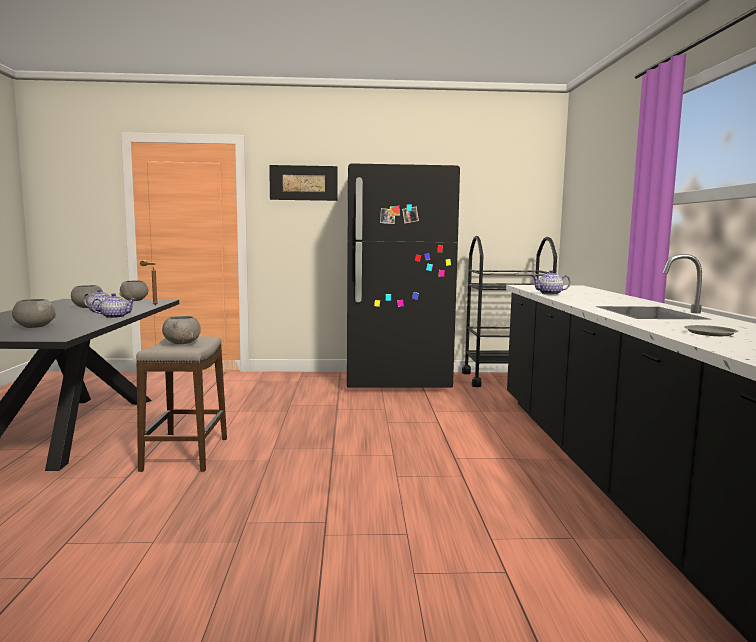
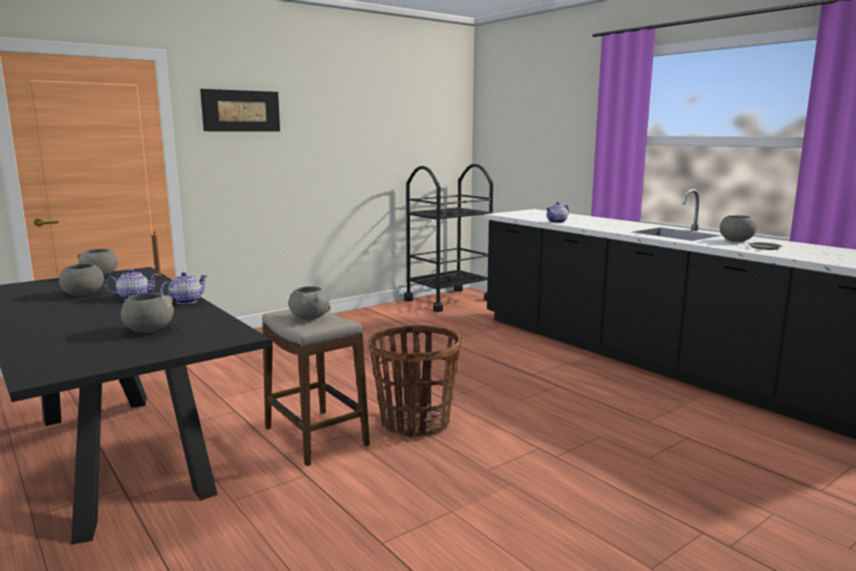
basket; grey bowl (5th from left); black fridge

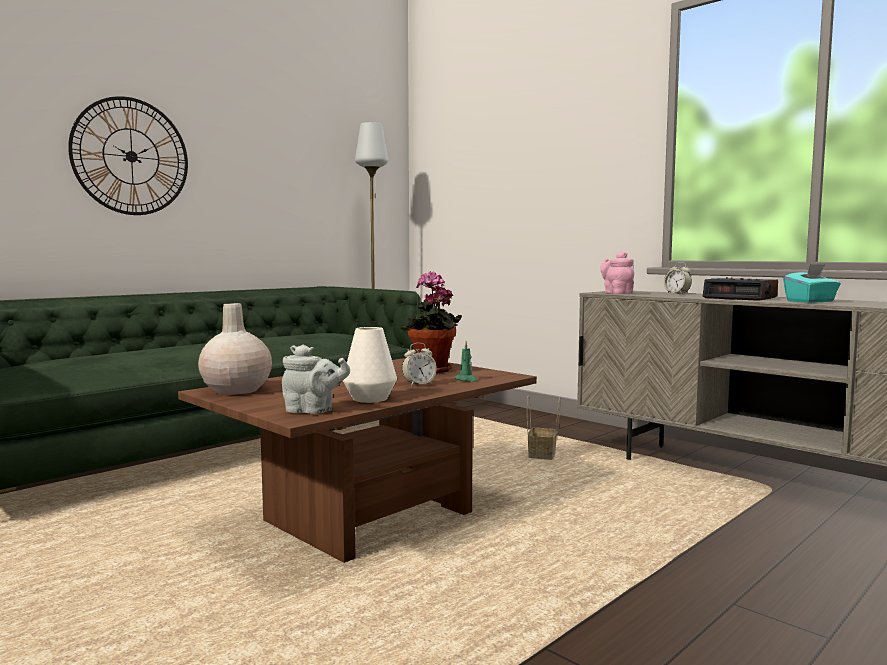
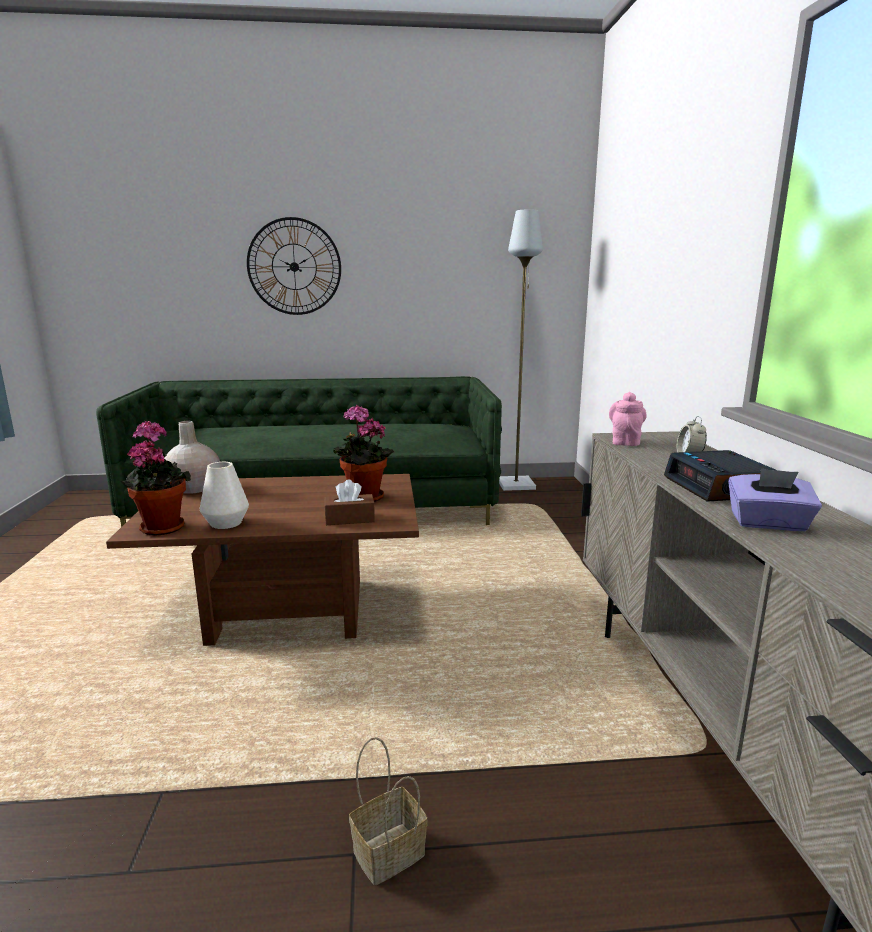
potted plant (1st from left); brown tissue box; basket; purple tissue box; alarm clock (1st from left in the first image)

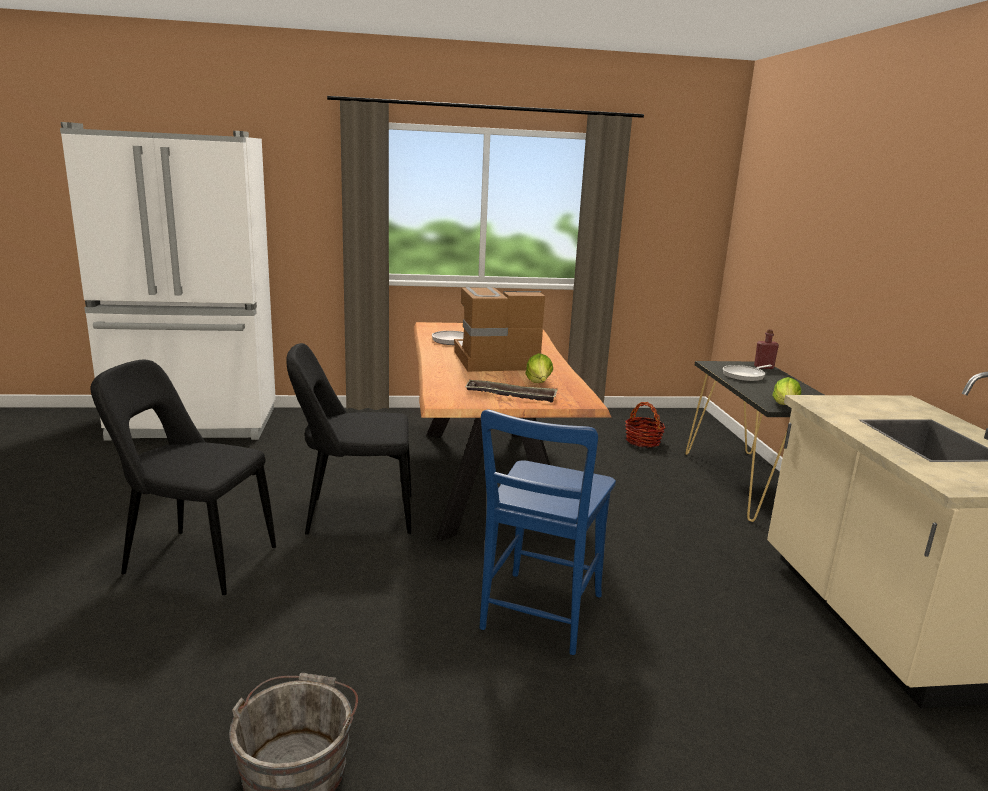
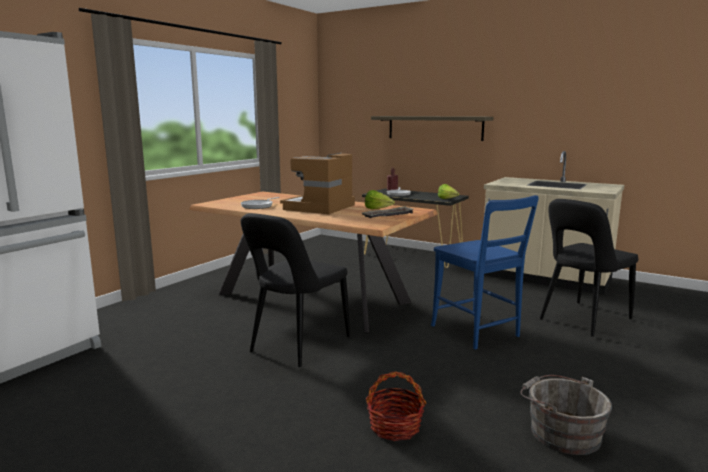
basket; shelf; black chair (2nd from left)

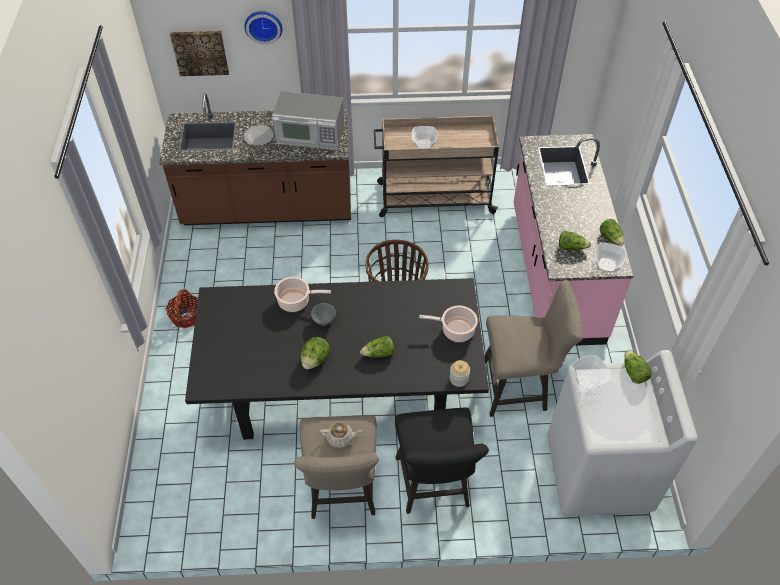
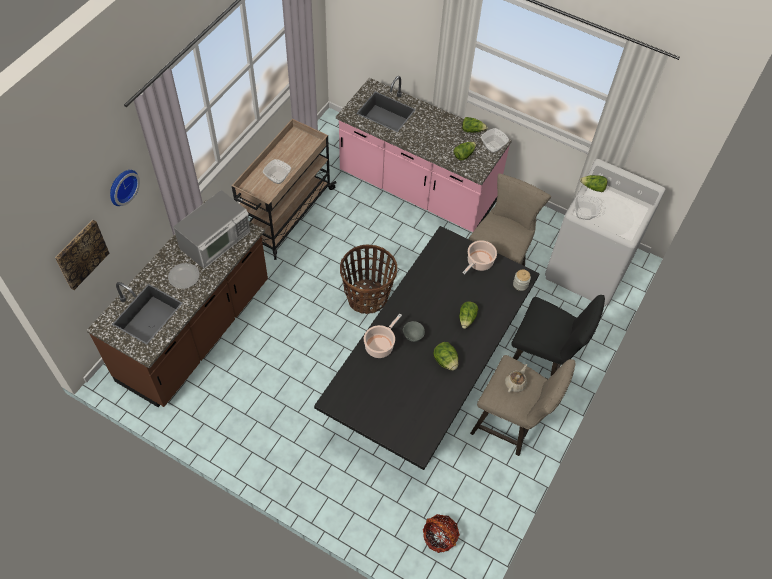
basket (2nd from left)

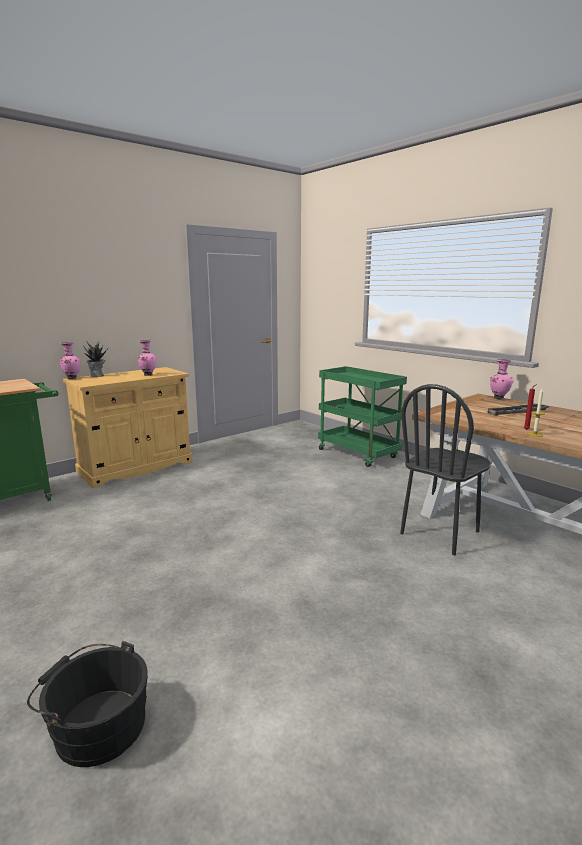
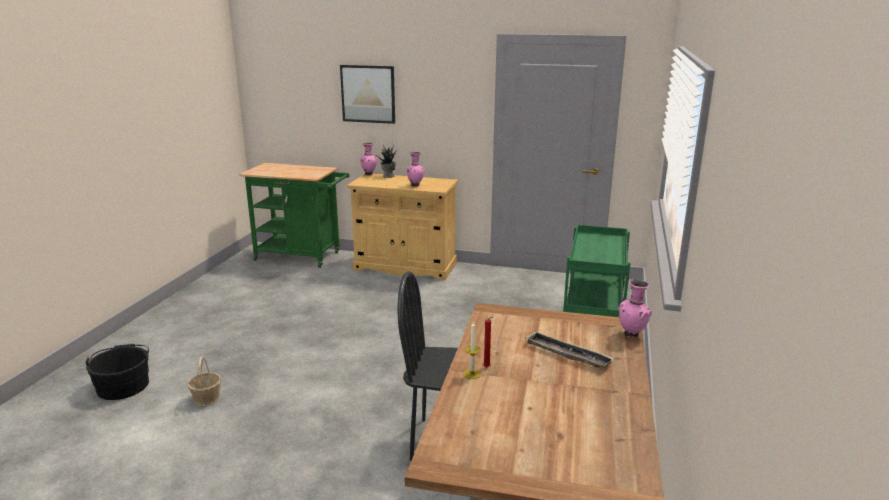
basket; picture

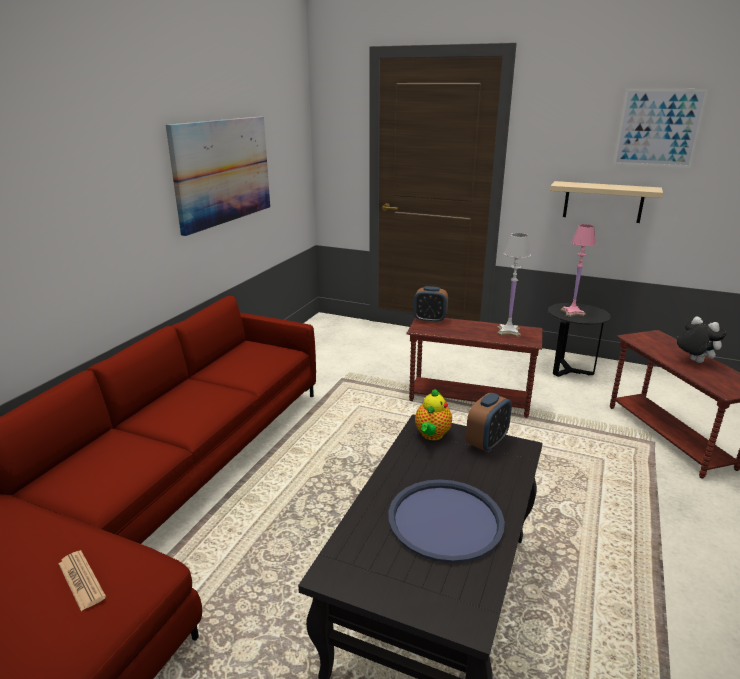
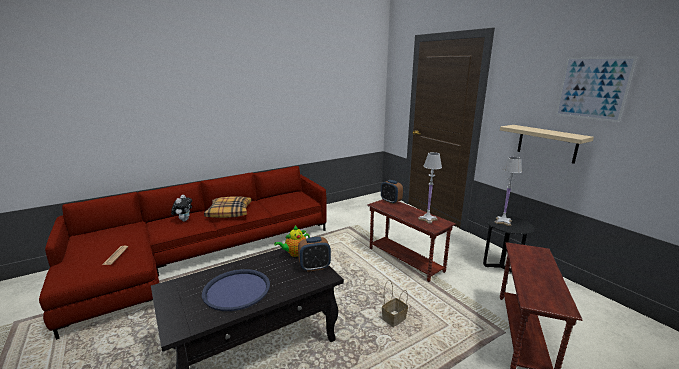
plush toy; pillow; basket; white table lamp (2nd from left); picture (1st from left in the first image)

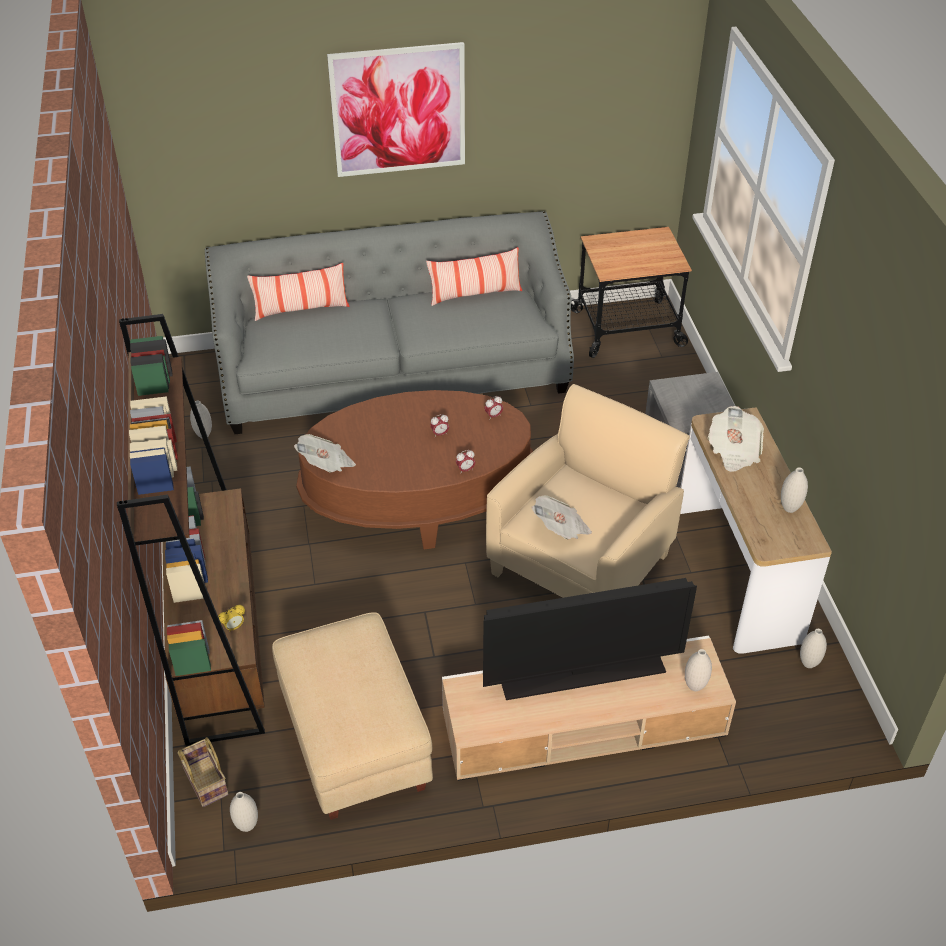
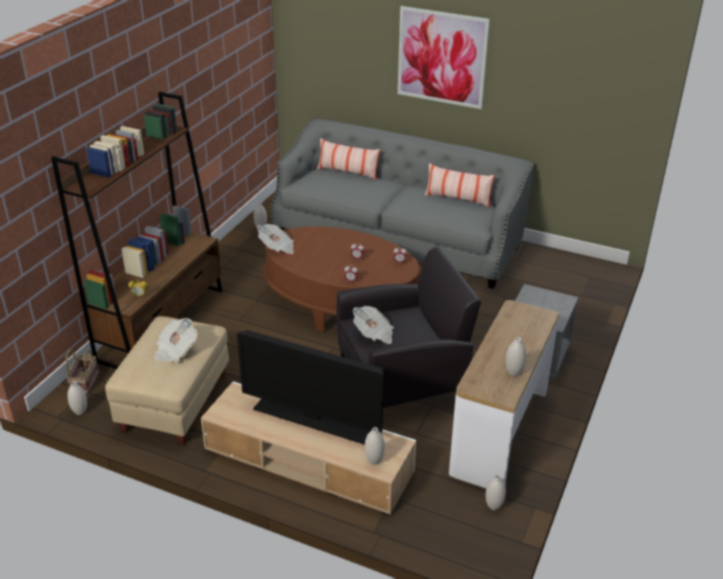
newspaper (1st from left); black armchair; cart

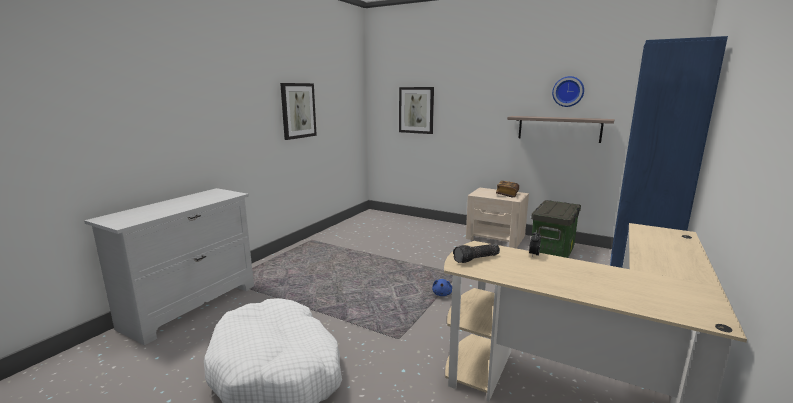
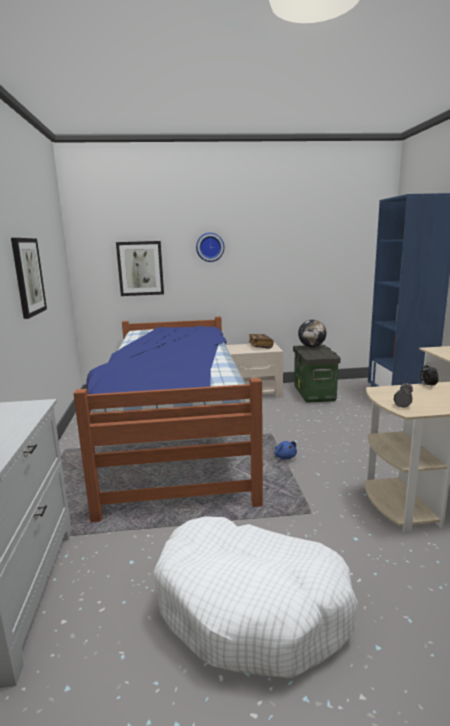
bed; wall clock; globe; shelf

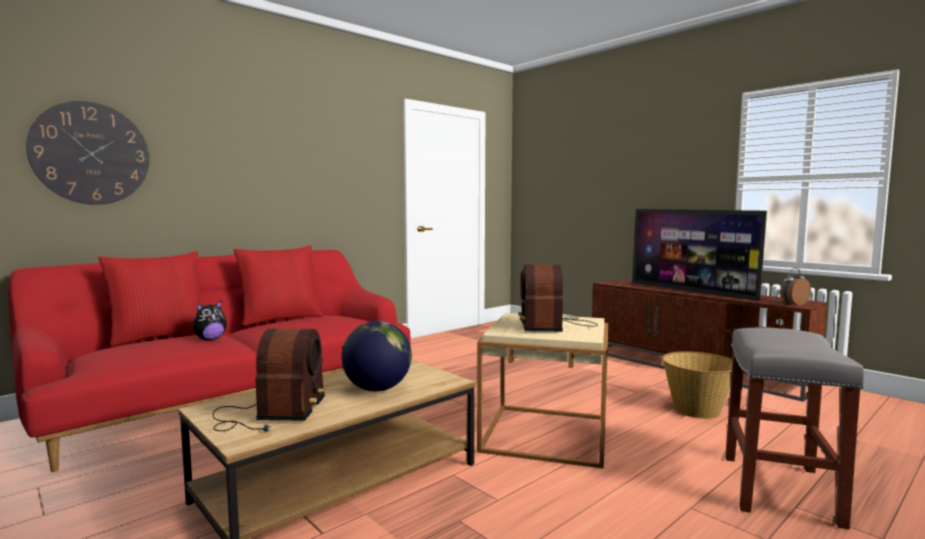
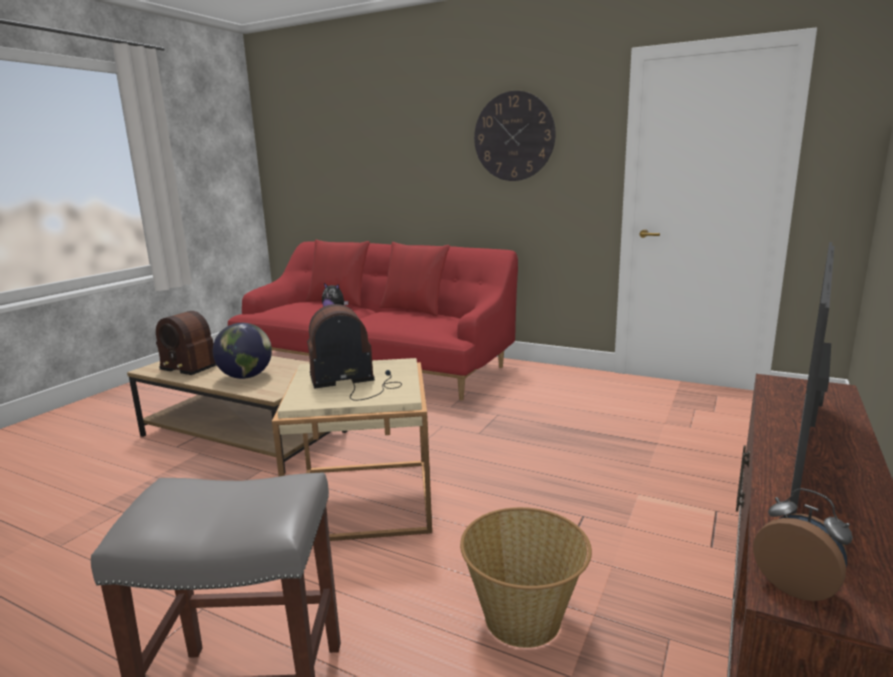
radio (1st from left); wall clock

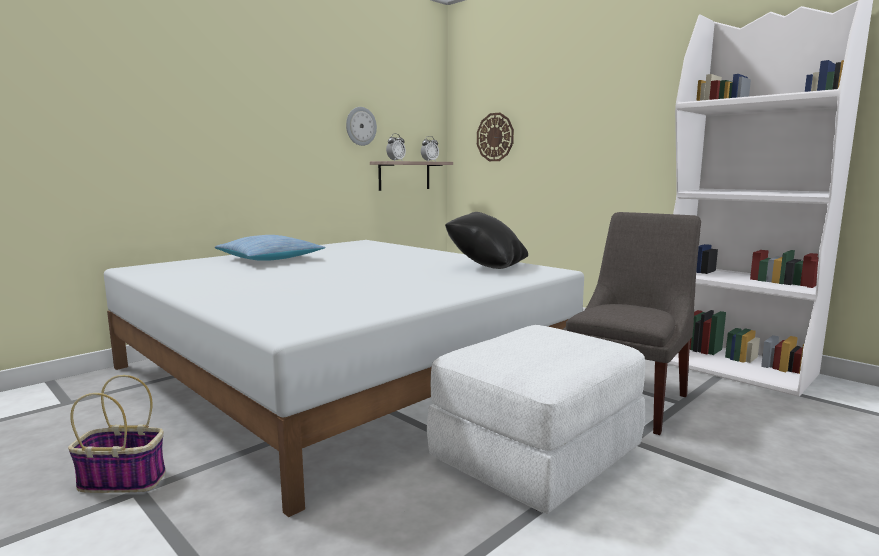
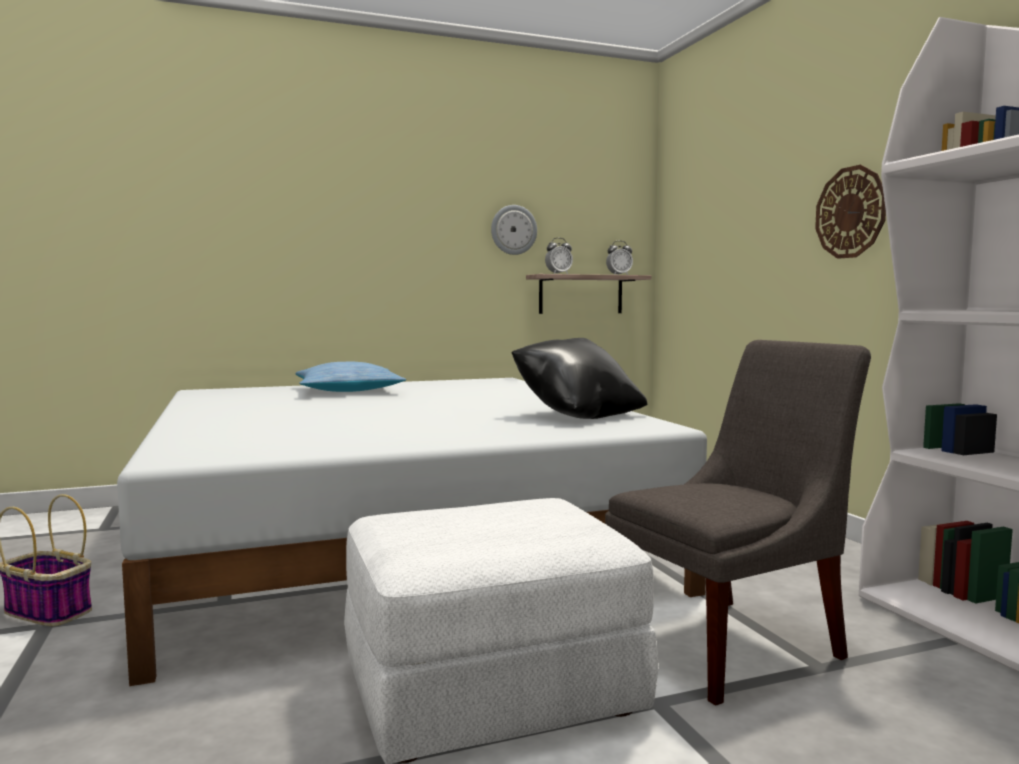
wall clock (2nd from left)

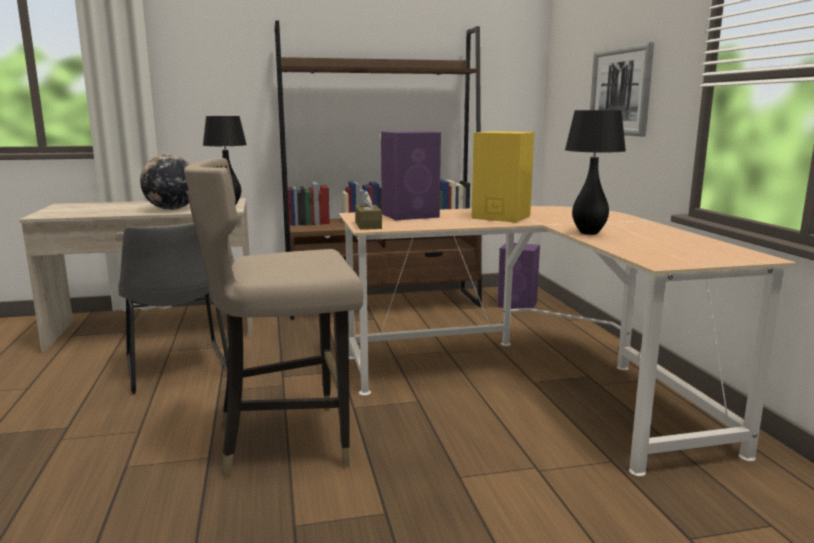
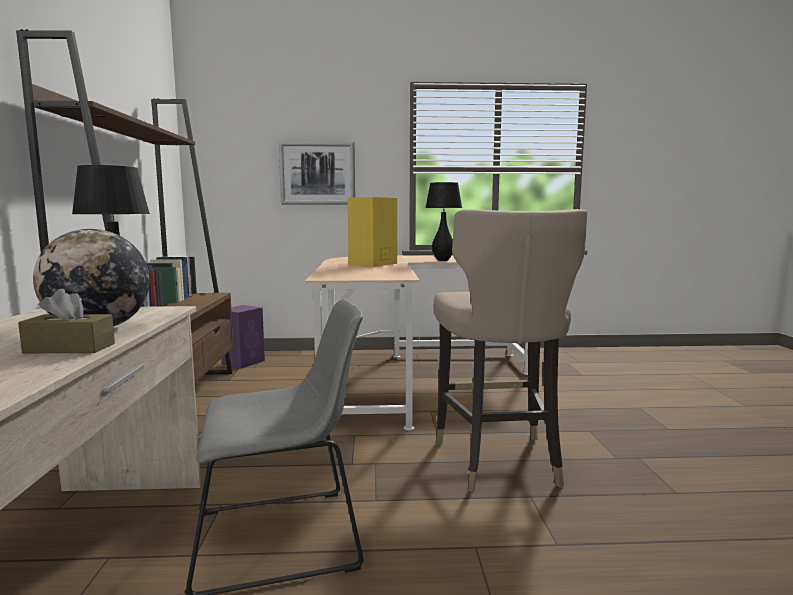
brown tissue box; purple speaker (1st from left in the first image)

